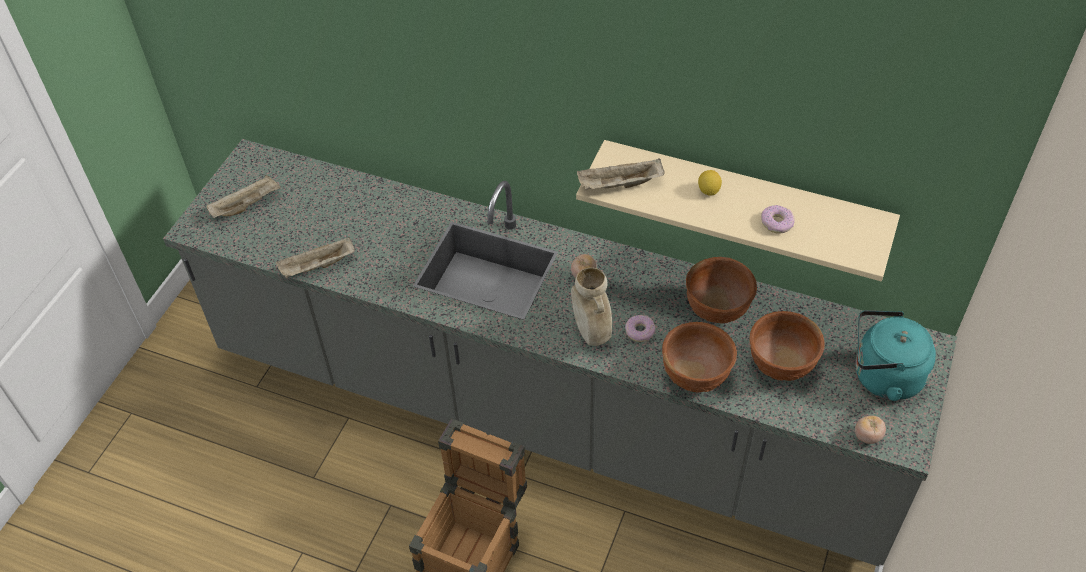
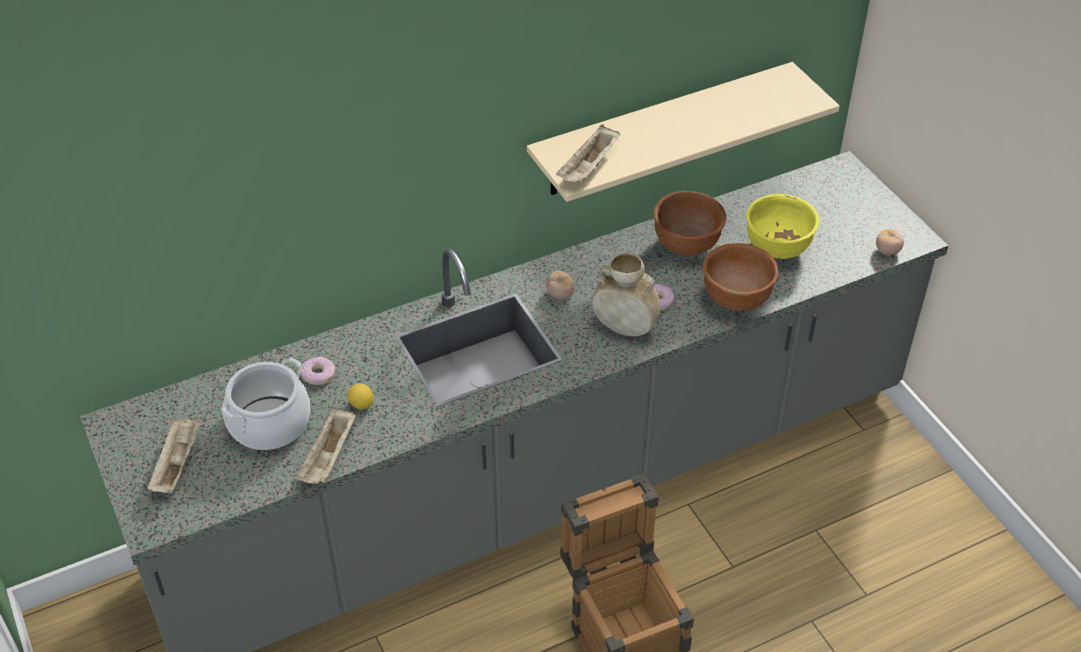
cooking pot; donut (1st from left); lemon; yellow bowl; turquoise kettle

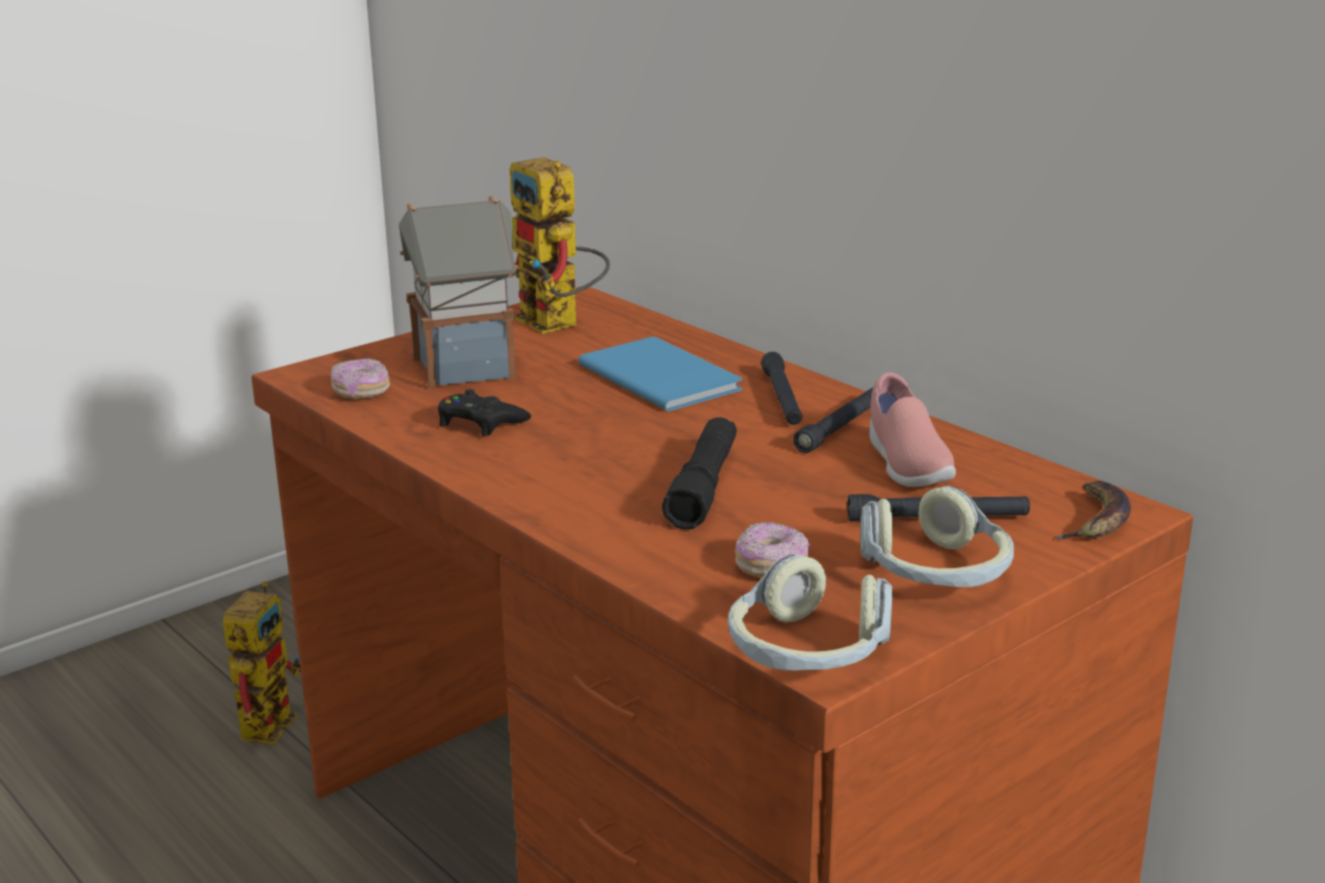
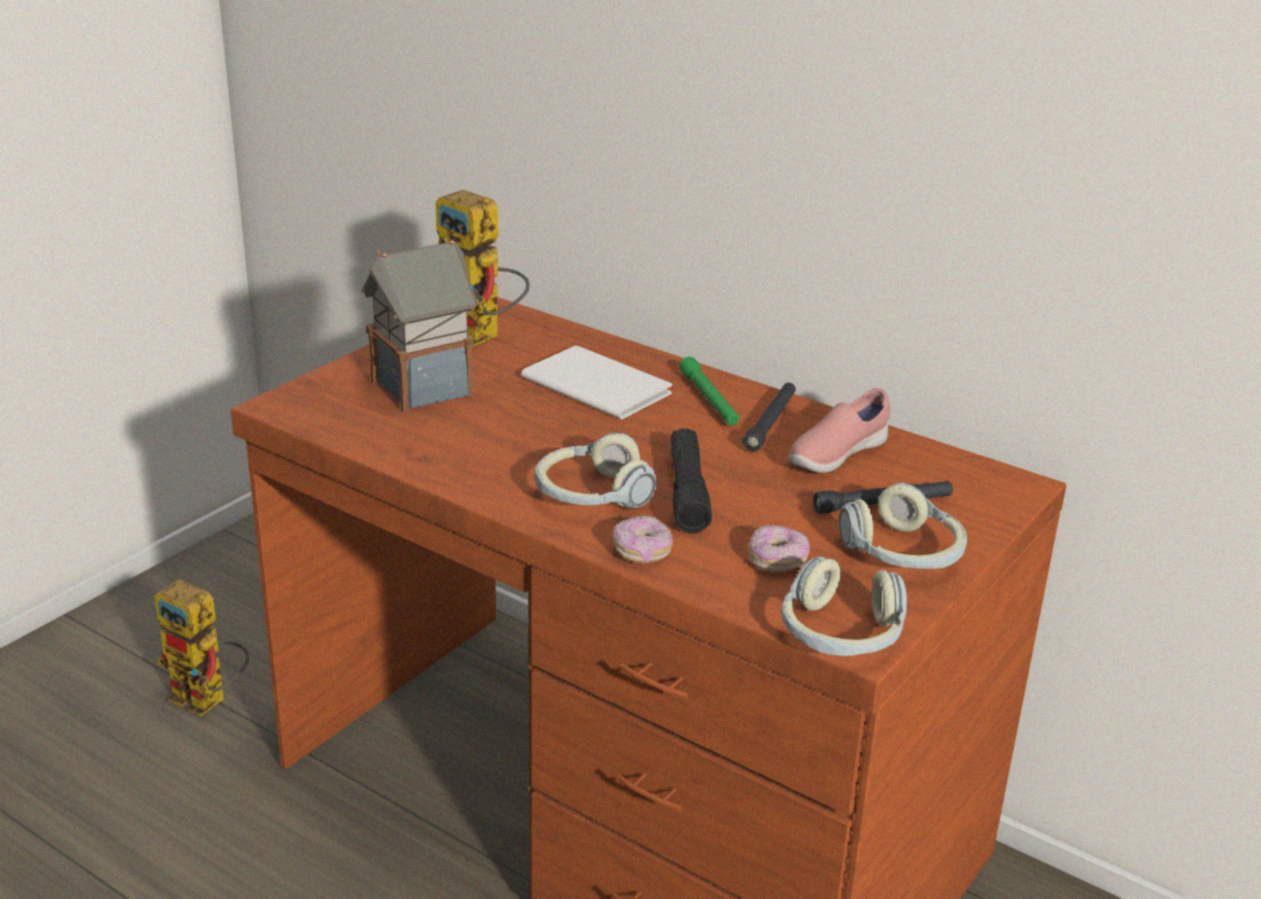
toy robot (1st from left); white book; headphones (1st from left); donut (1st from left); green flashlight; pink shoe; black game controller; banana

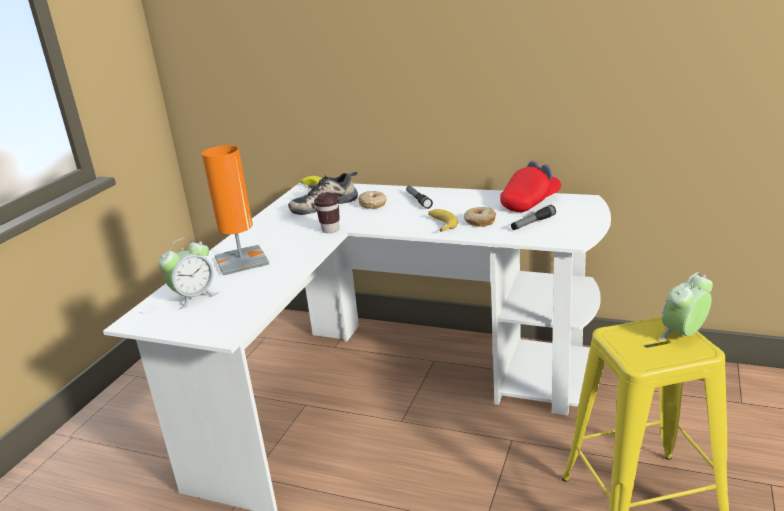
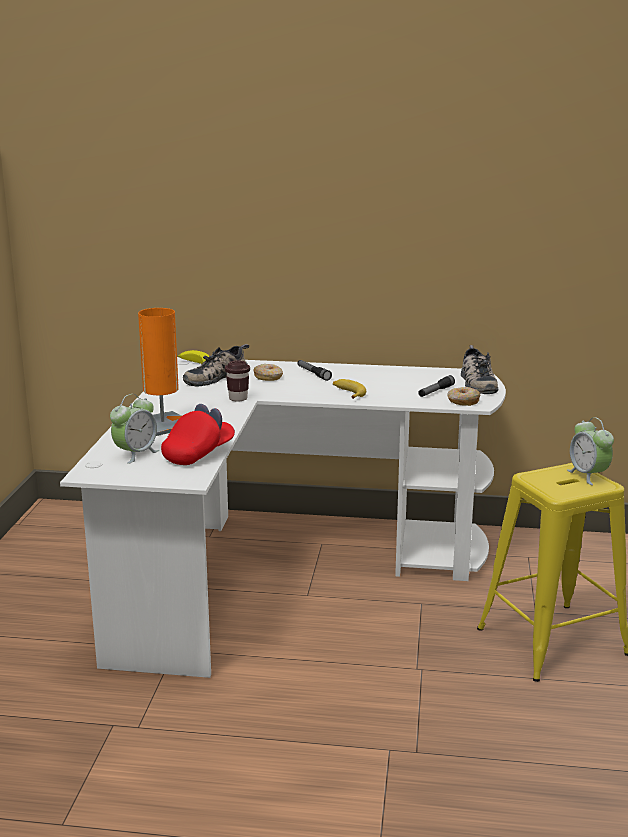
red cap; donut (2nd from left); shoe (2nd from left); alarm clock (2nd from left)

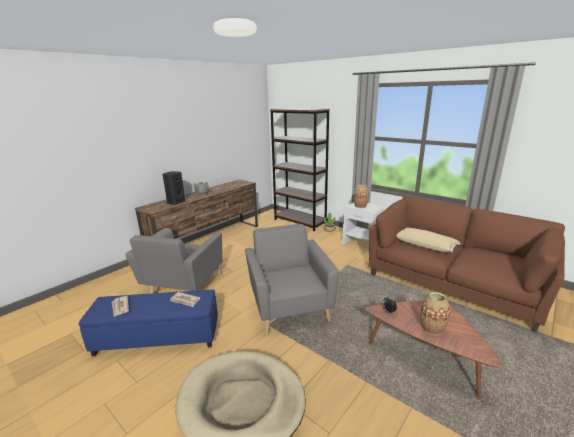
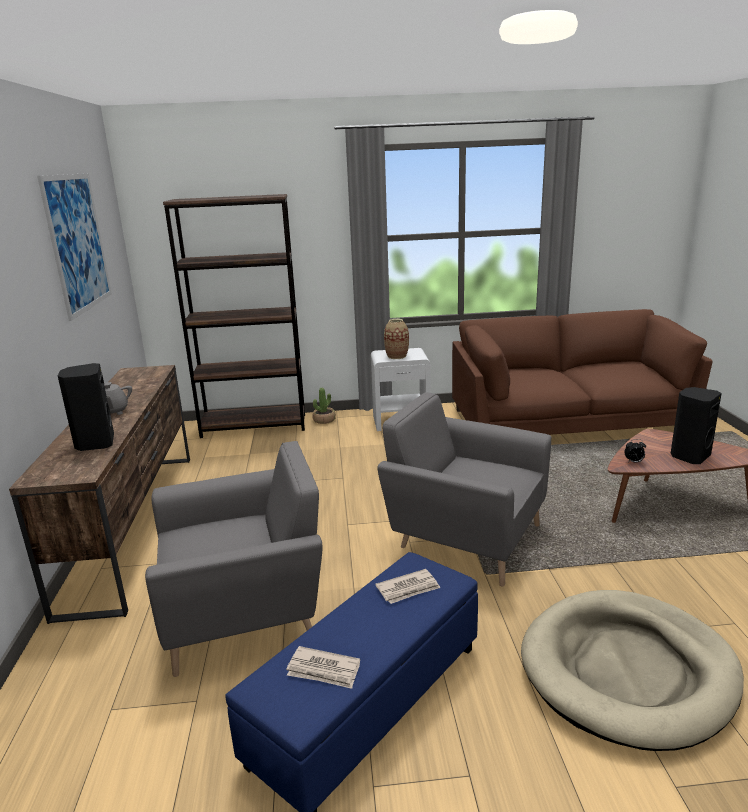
picture; grey armchair (1st from left); black speaker (2nd from left); beige pillow

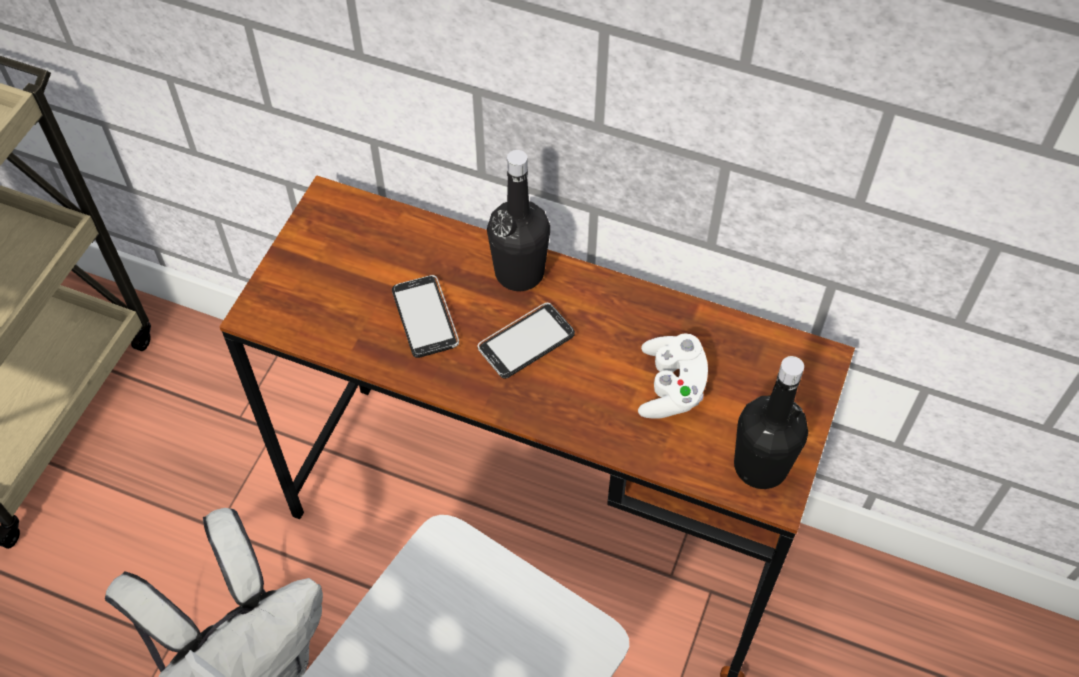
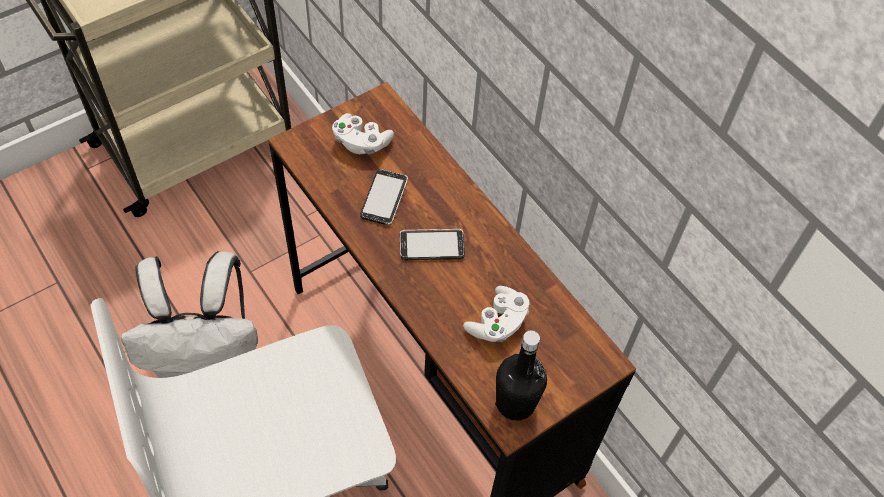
white game controller (1st from left); black bottle (1st from left in the first image)

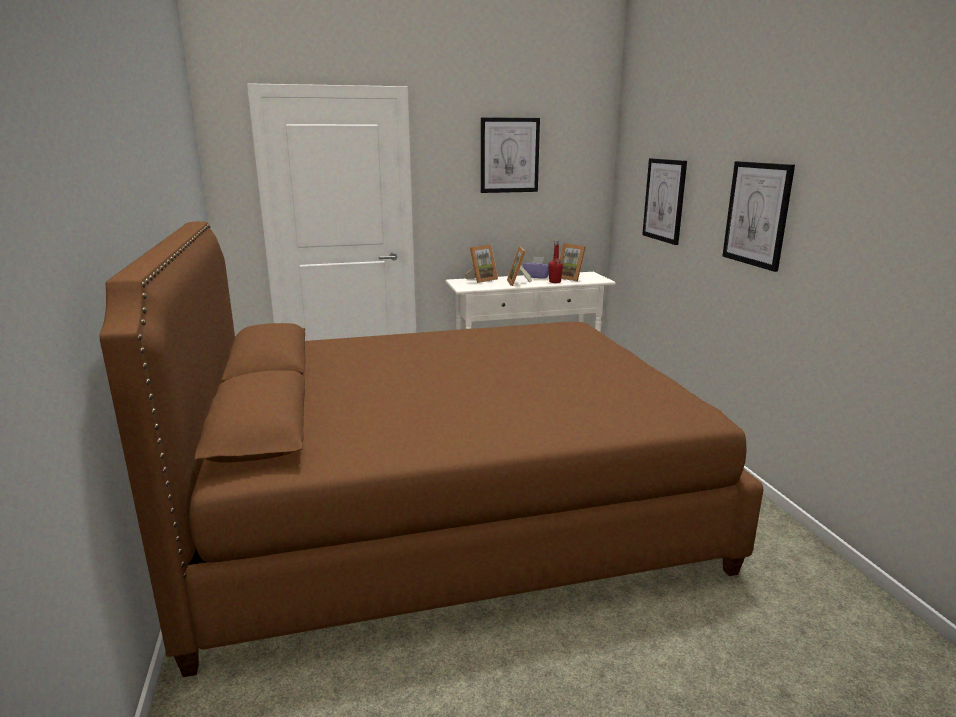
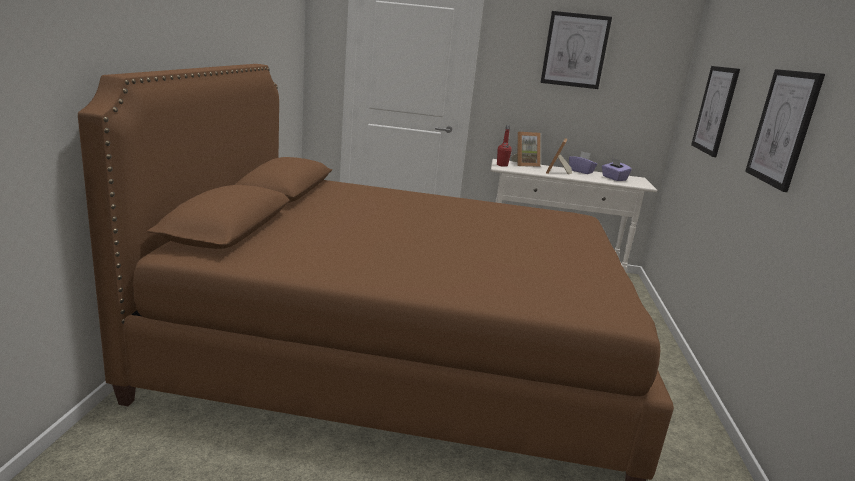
red bottle; purple tissue box (2nd from left)

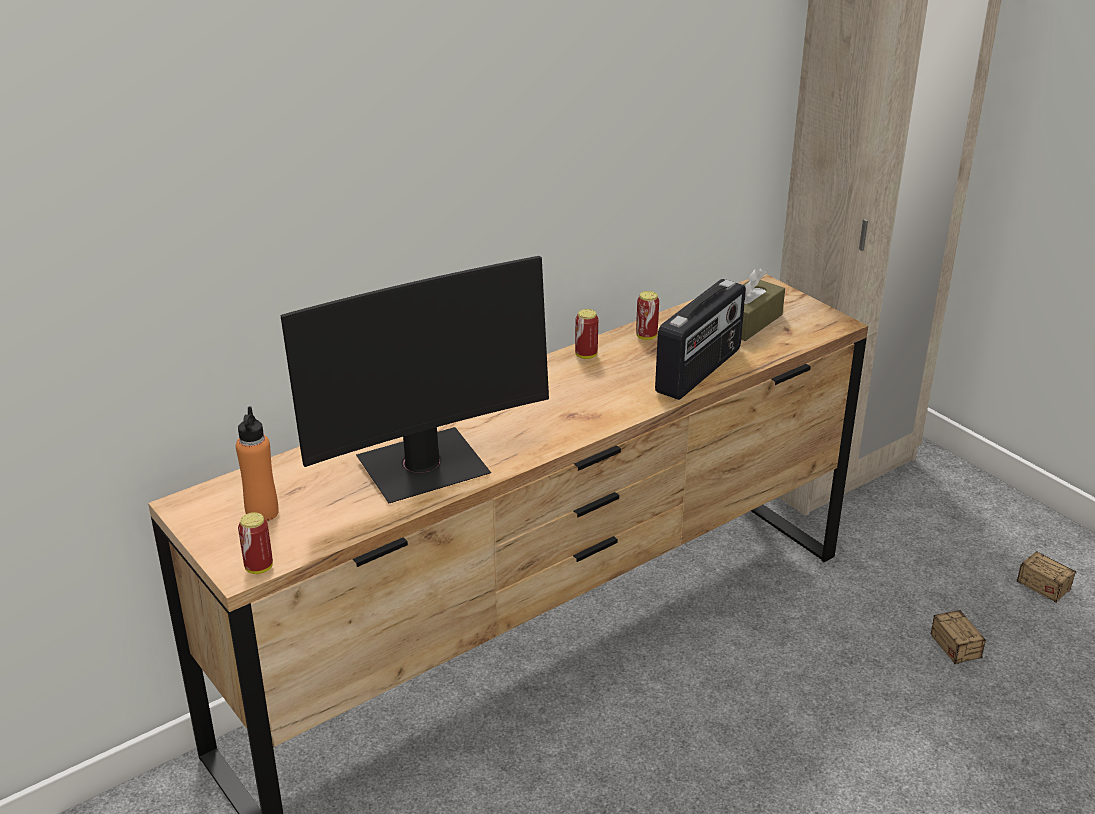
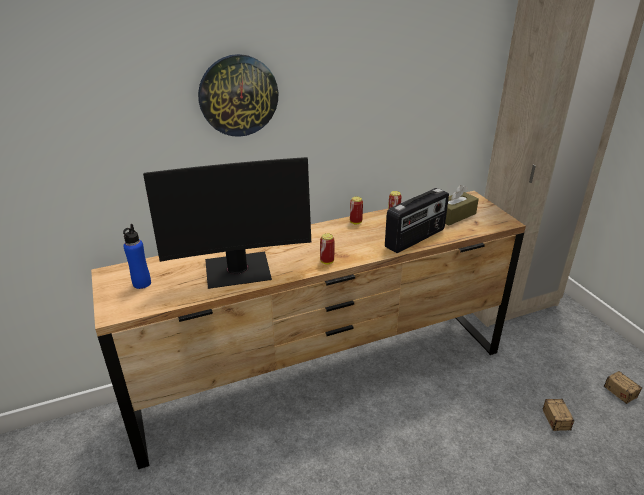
blue bottle; wall clock; can (1st from left)

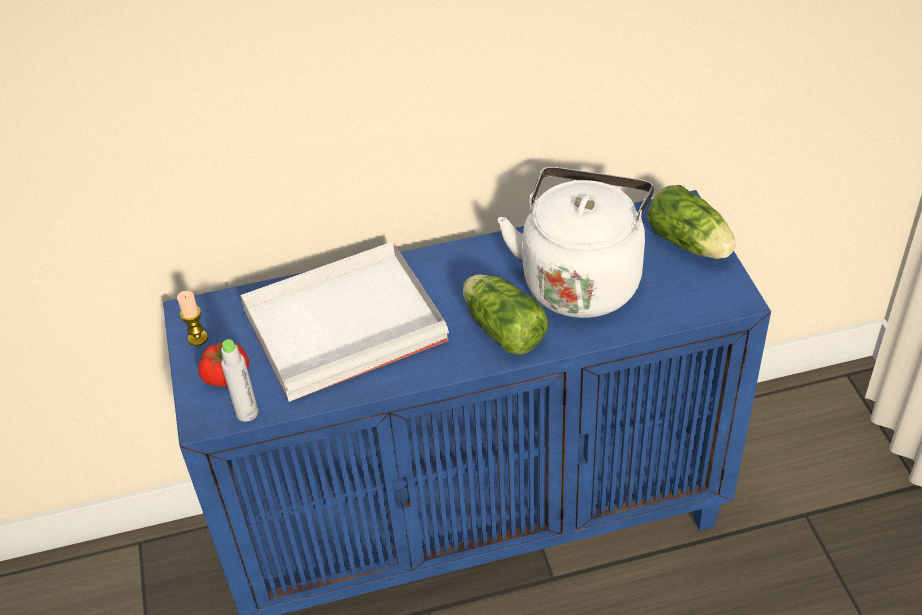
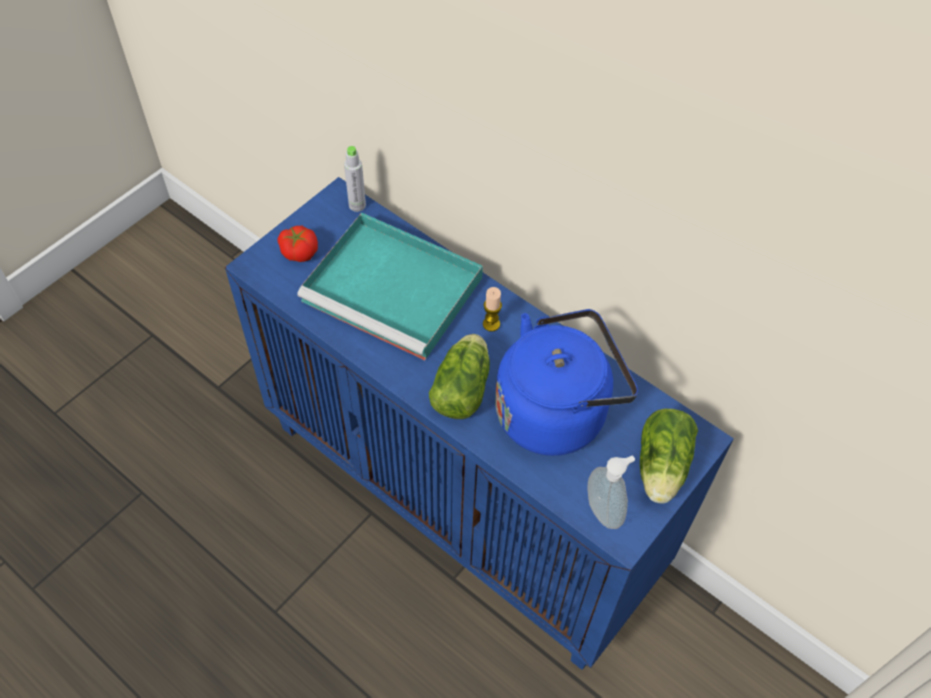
turquoise tray; grey bottle; candle; blue kettle; soap dispenser

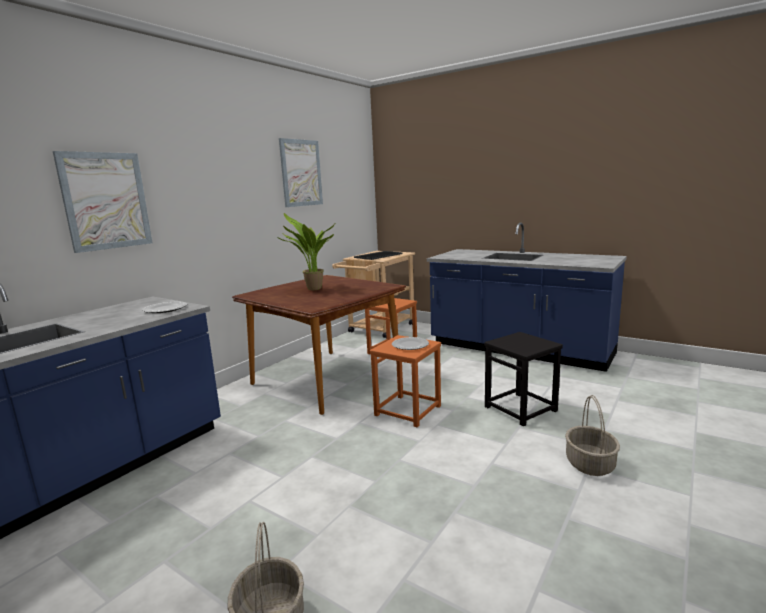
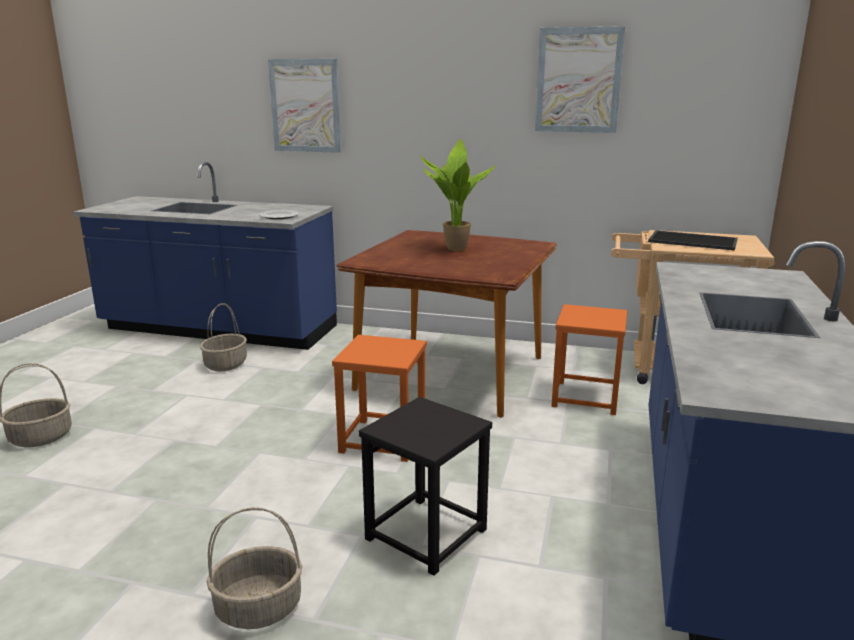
basket (2nd from left); plate (2nd from left in the first image)

